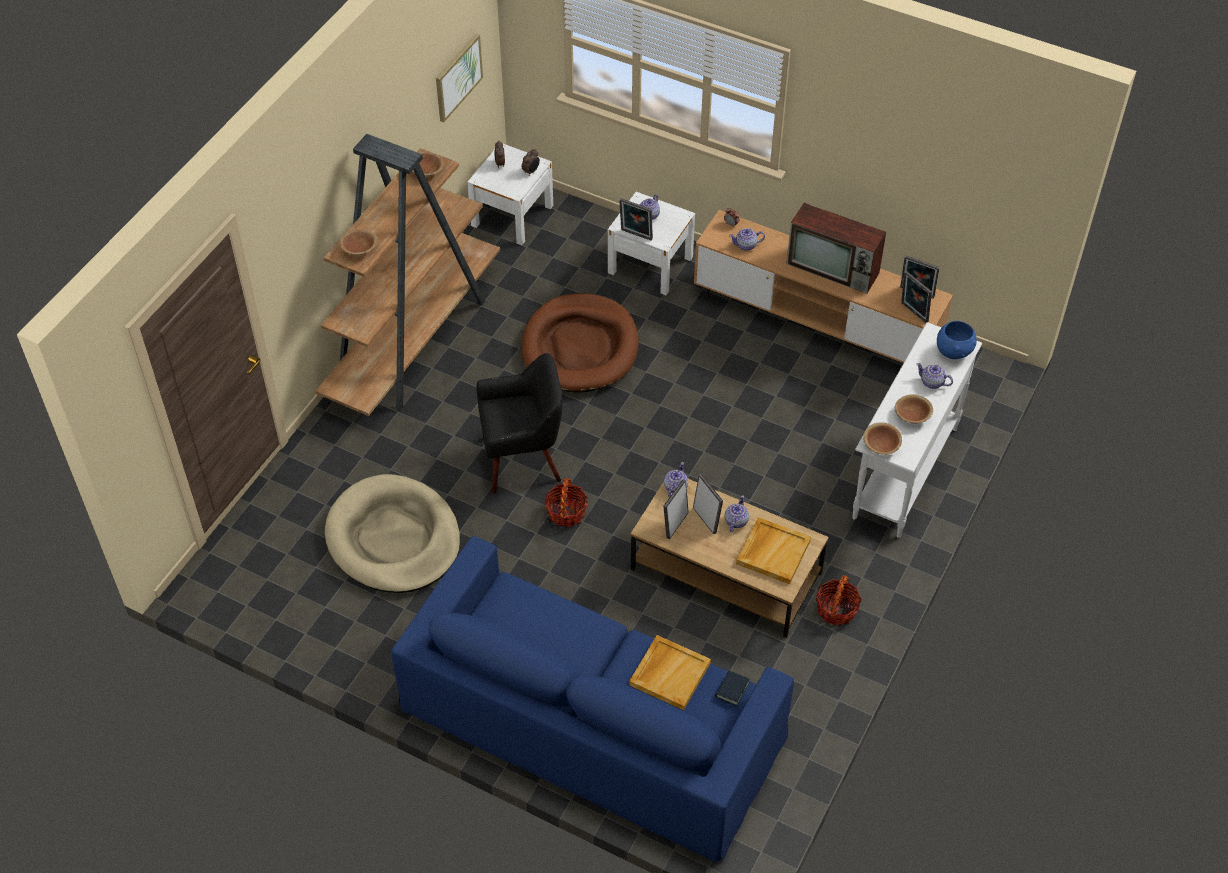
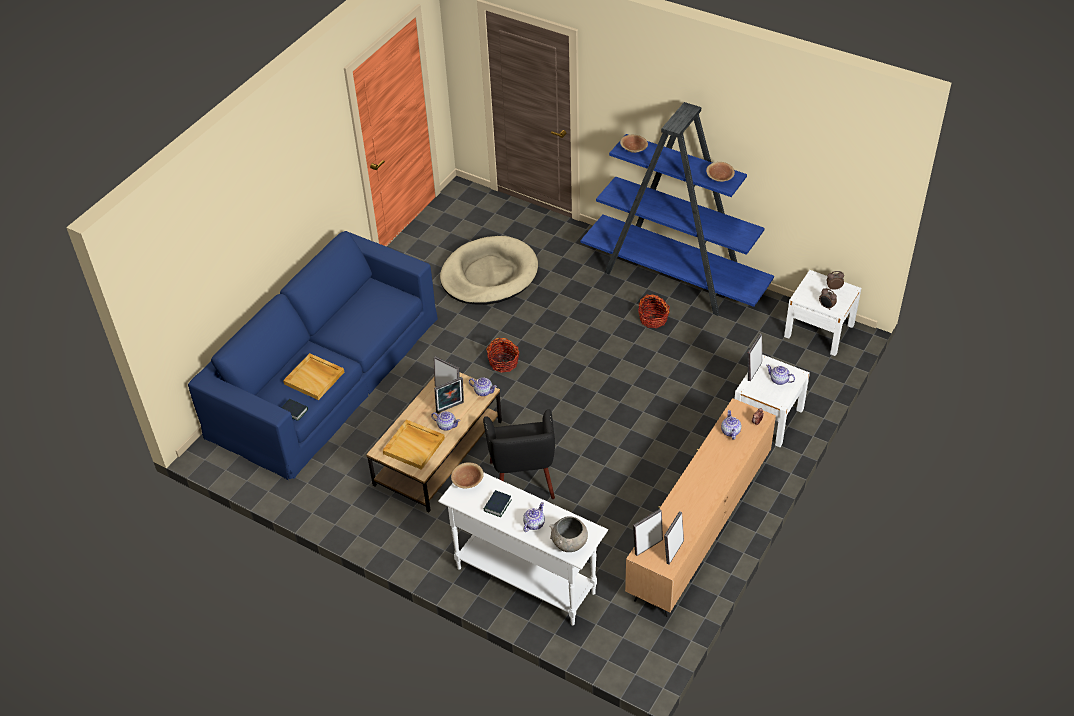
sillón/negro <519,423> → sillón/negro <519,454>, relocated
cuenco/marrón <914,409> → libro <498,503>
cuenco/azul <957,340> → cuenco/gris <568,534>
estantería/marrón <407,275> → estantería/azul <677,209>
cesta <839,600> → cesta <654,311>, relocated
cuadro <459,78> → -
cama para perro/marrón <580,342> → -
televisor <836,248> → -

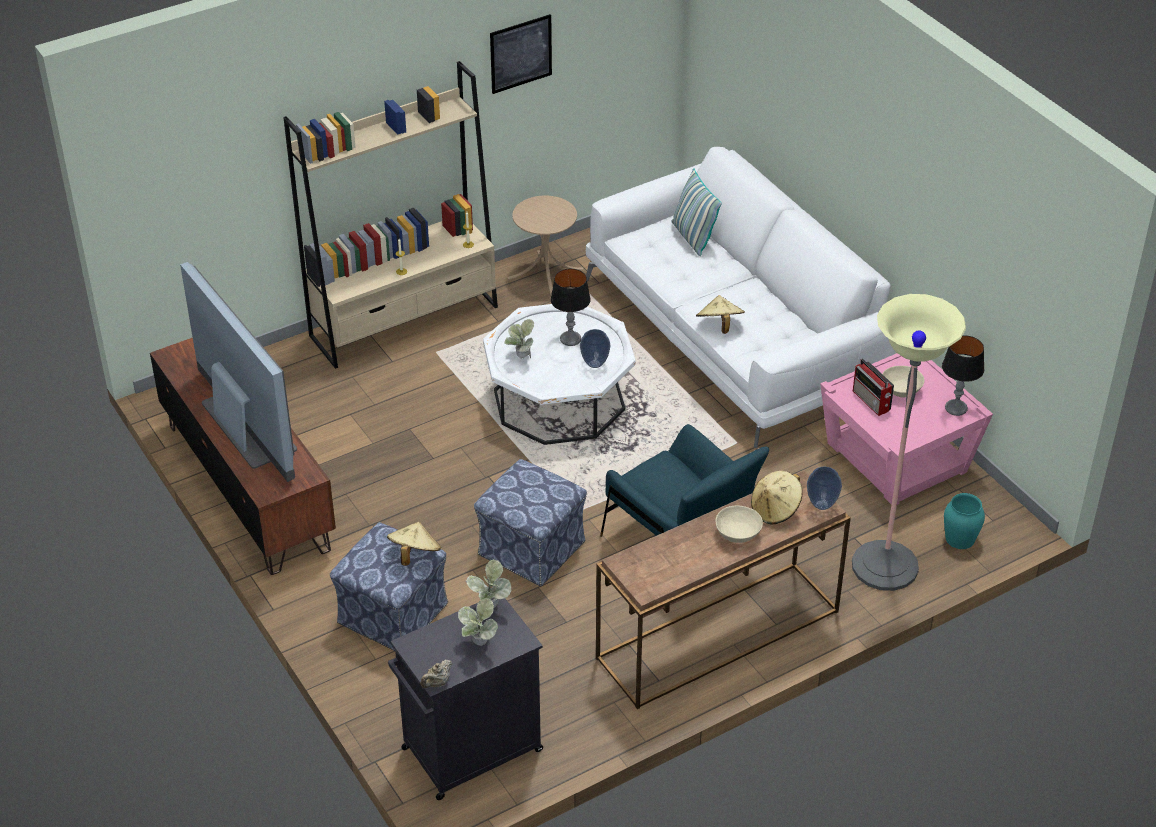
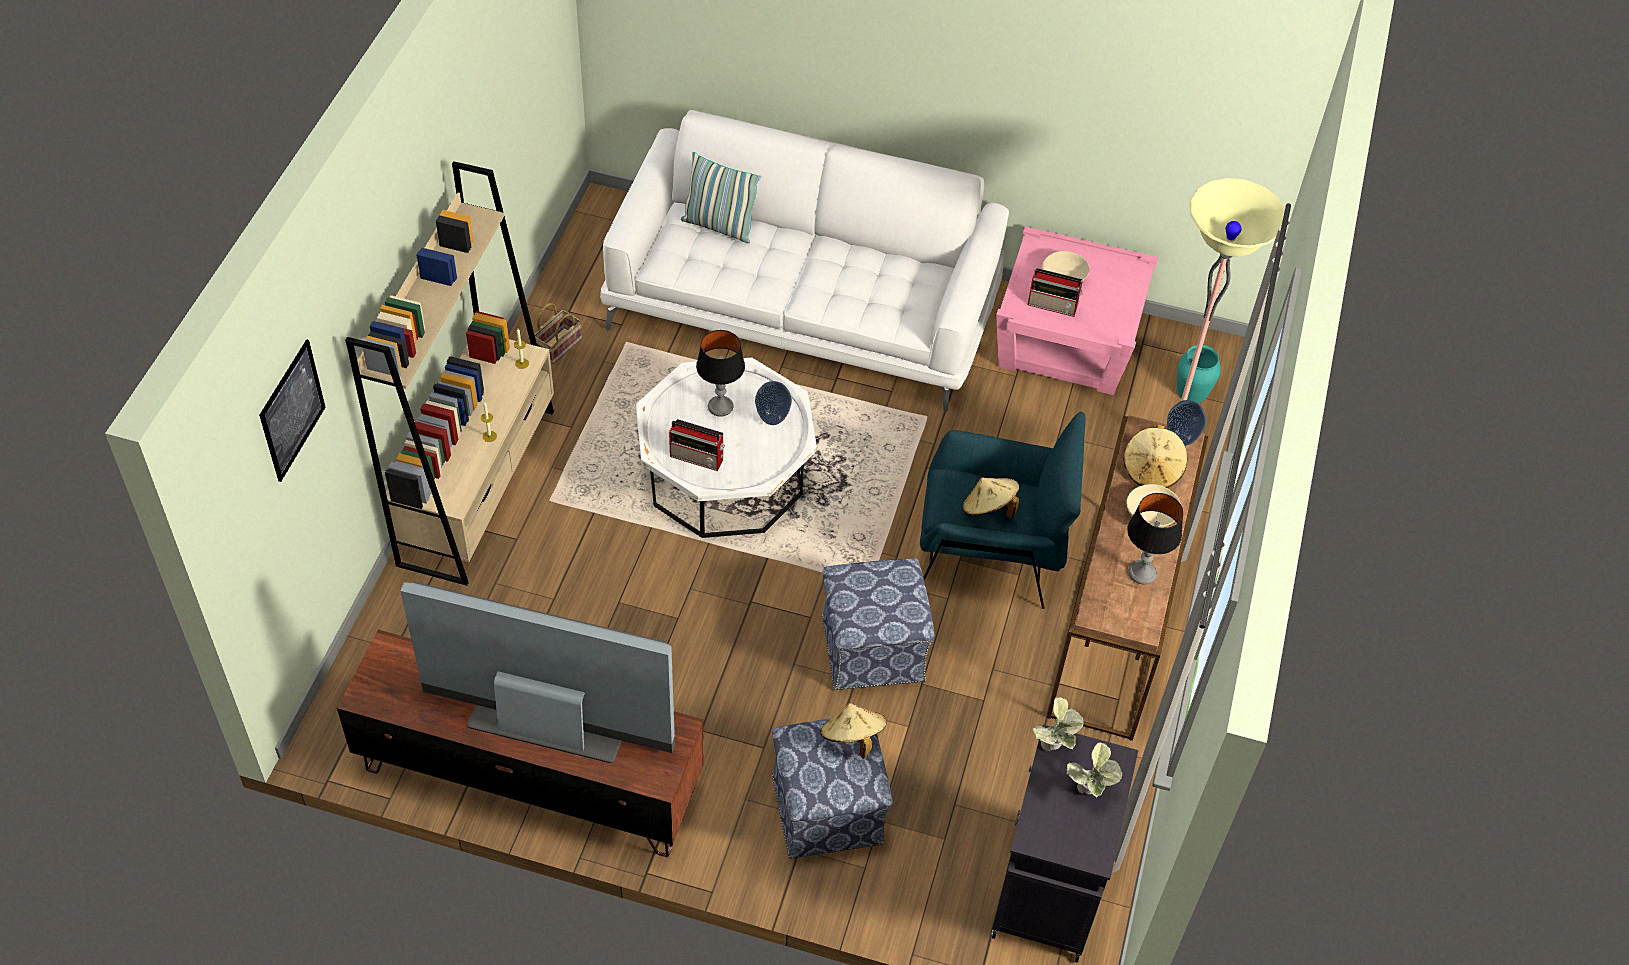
cuadro <521,54> → cuadro <292,410>, relocated
mesa auxiliar/beis <546,245> → cesta <558,333>
planta en maceta <519,339> → radio <697,445>
sombrero/beis <720,314> → sombrero/beis <991,498>, relocated
lámpara de mesa <963,375> → lámpara de mesa <1155,538>, relocated
tetera/beis <436,674> → -

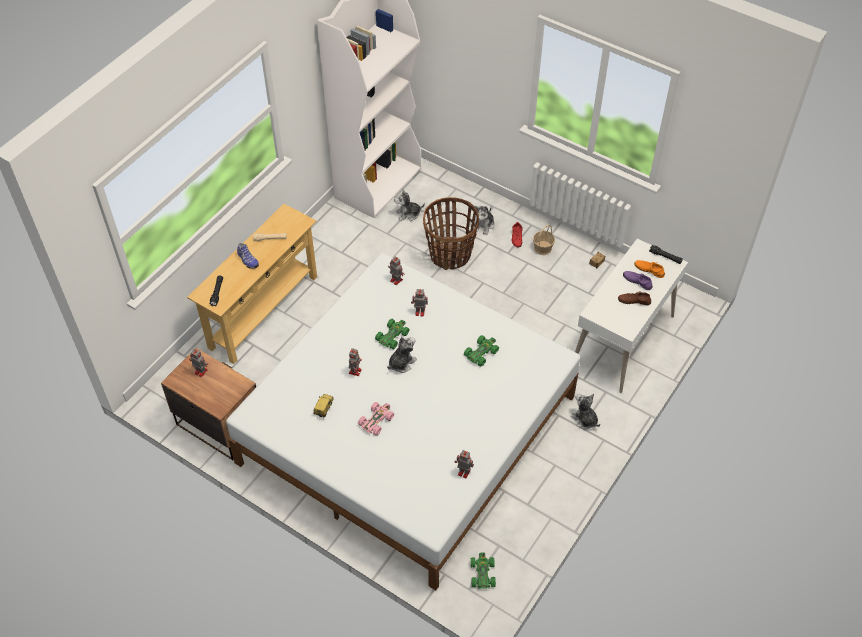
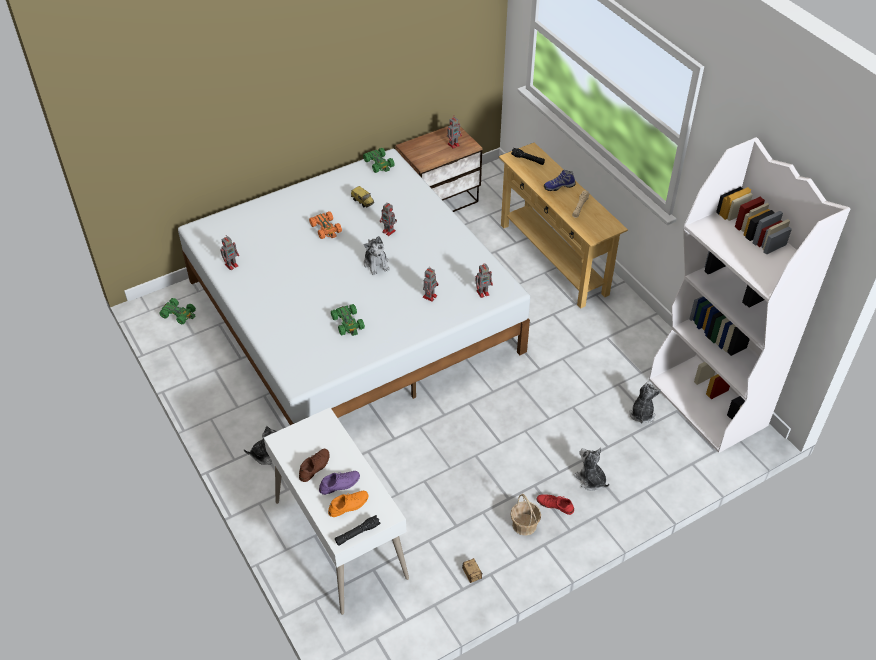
coche de juguete/rosa <376,418> → coche de juguete/naranja <325,225>
coche de juguete/verde <392,334> → coche de juguete/verde <379,160>, relocated
cesta <451,233> → -

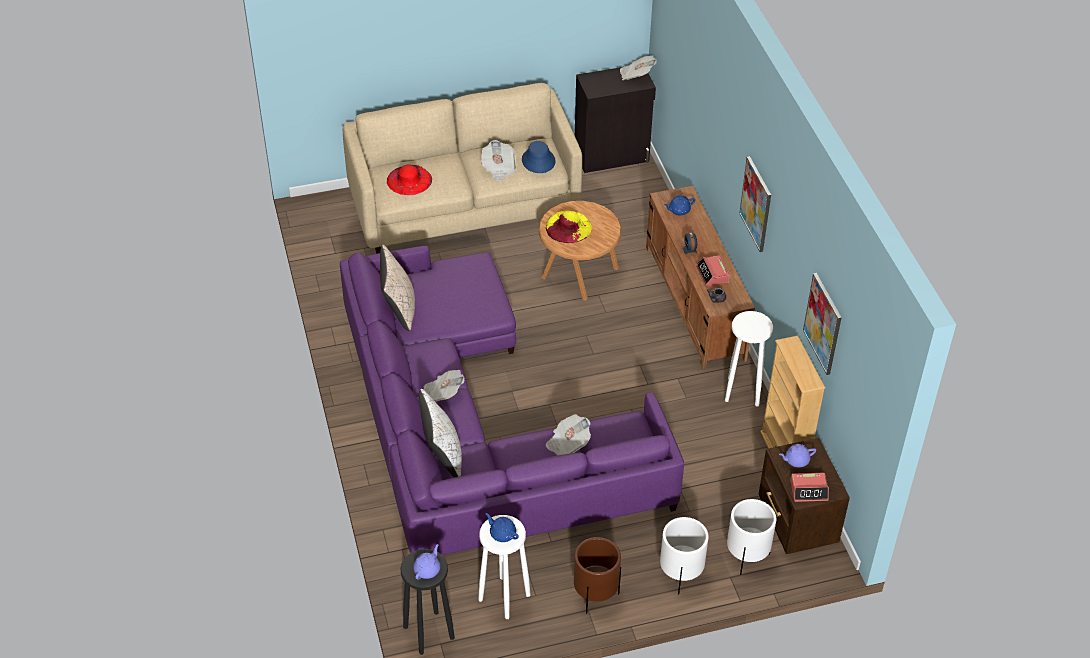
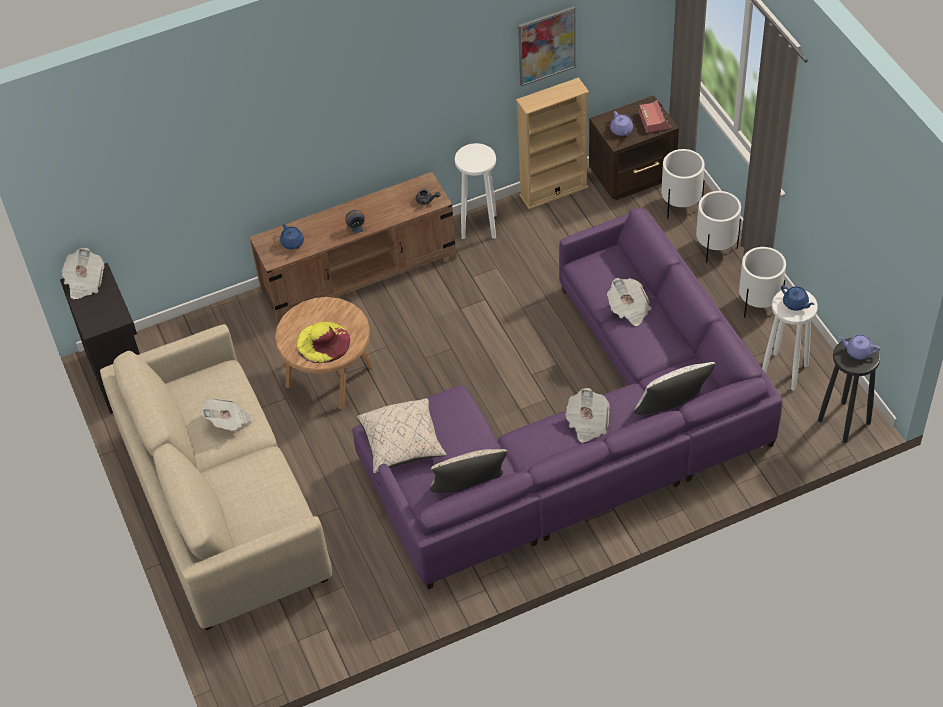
- → cojín/beis <402,436>
maceta/marrón <597,575> → maceta/blanco <762,282>
tetera/azul <502,527> → tetera/azul <798,298>, 75 degrees counterclockwise
sombrero/rojo <409,179> → -
sombrero/azul <539,157> → -
despertador <713,270> → -
cuadro <755,204> → -

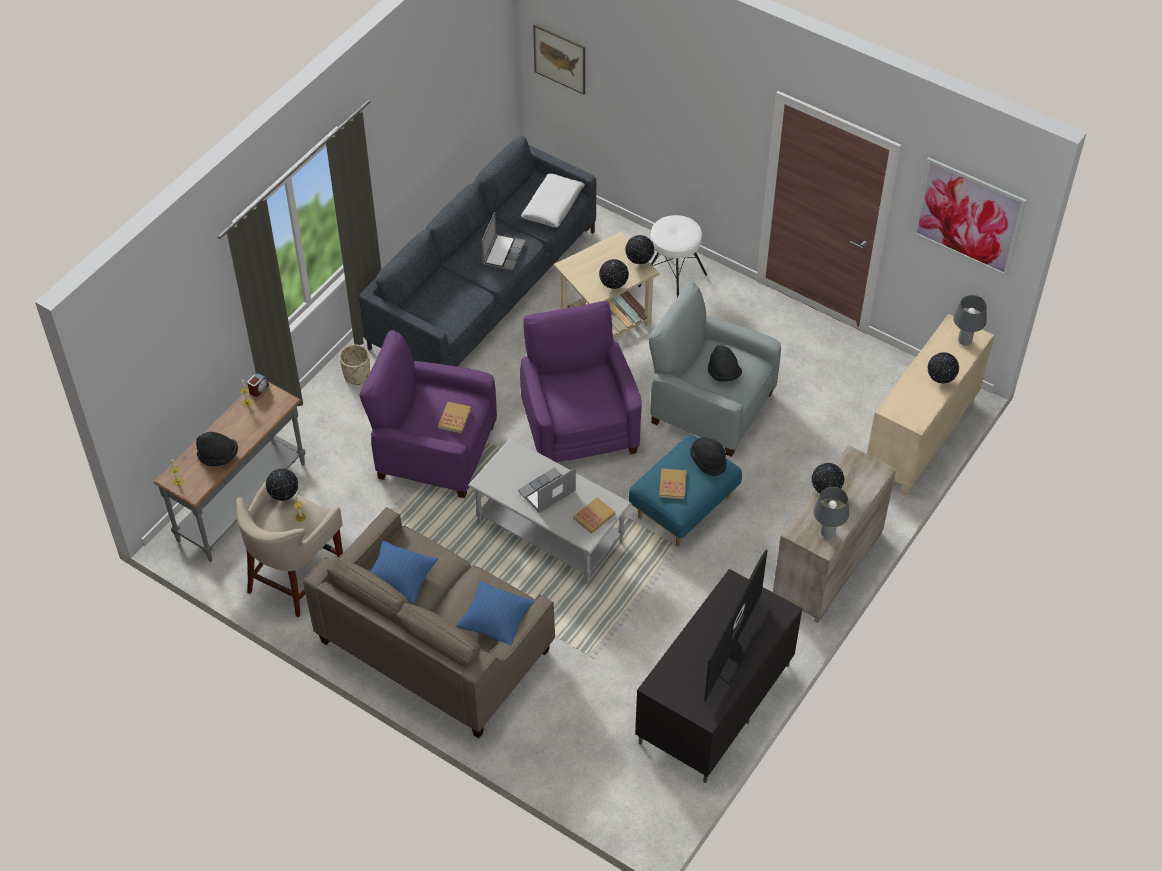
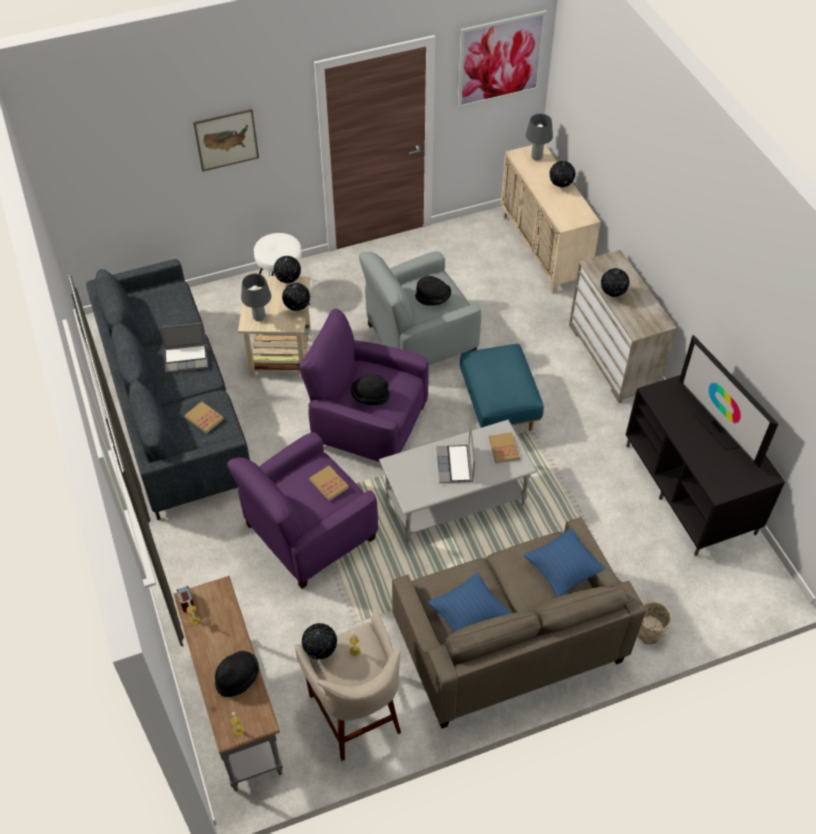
portátil <503,241> → portátil <183,348>, 120 degrees clockwise
libro <673,484> → libro <204,417>, relocated
cuadro <559,59> → cuadro <226,140>, relocated
lámpara de mesa/gris <831,512> → lámpara de mesa/gris <256,298>, relocated
sombrero/negro <708,456> → sombrero/negro <370,389>, relocated
maceta/beis <354,364> → maceta/beis <654,622>, relocated
cojín/blanco <553,200> → -

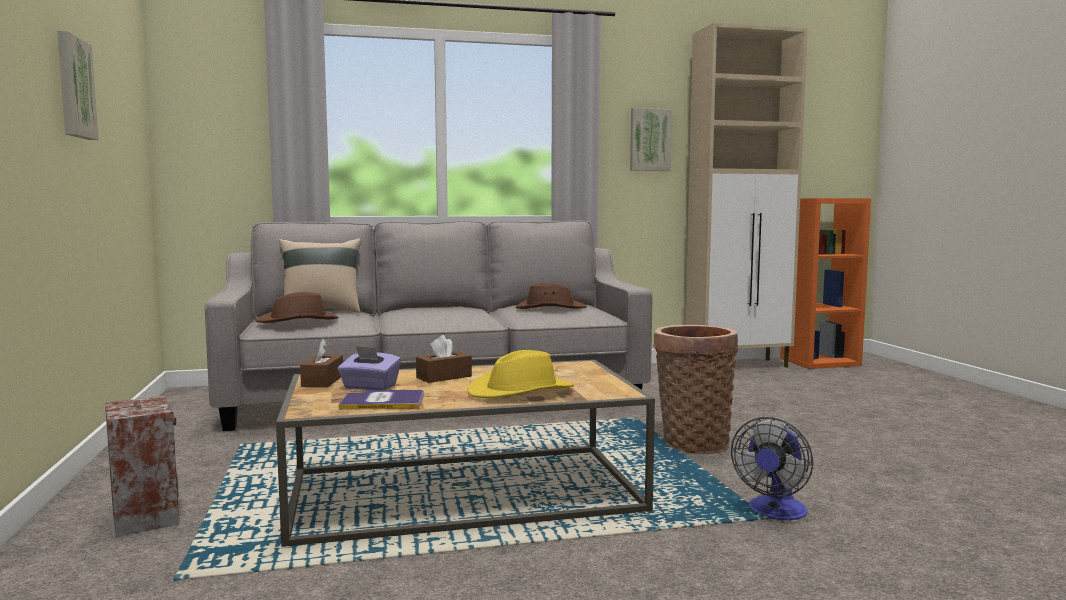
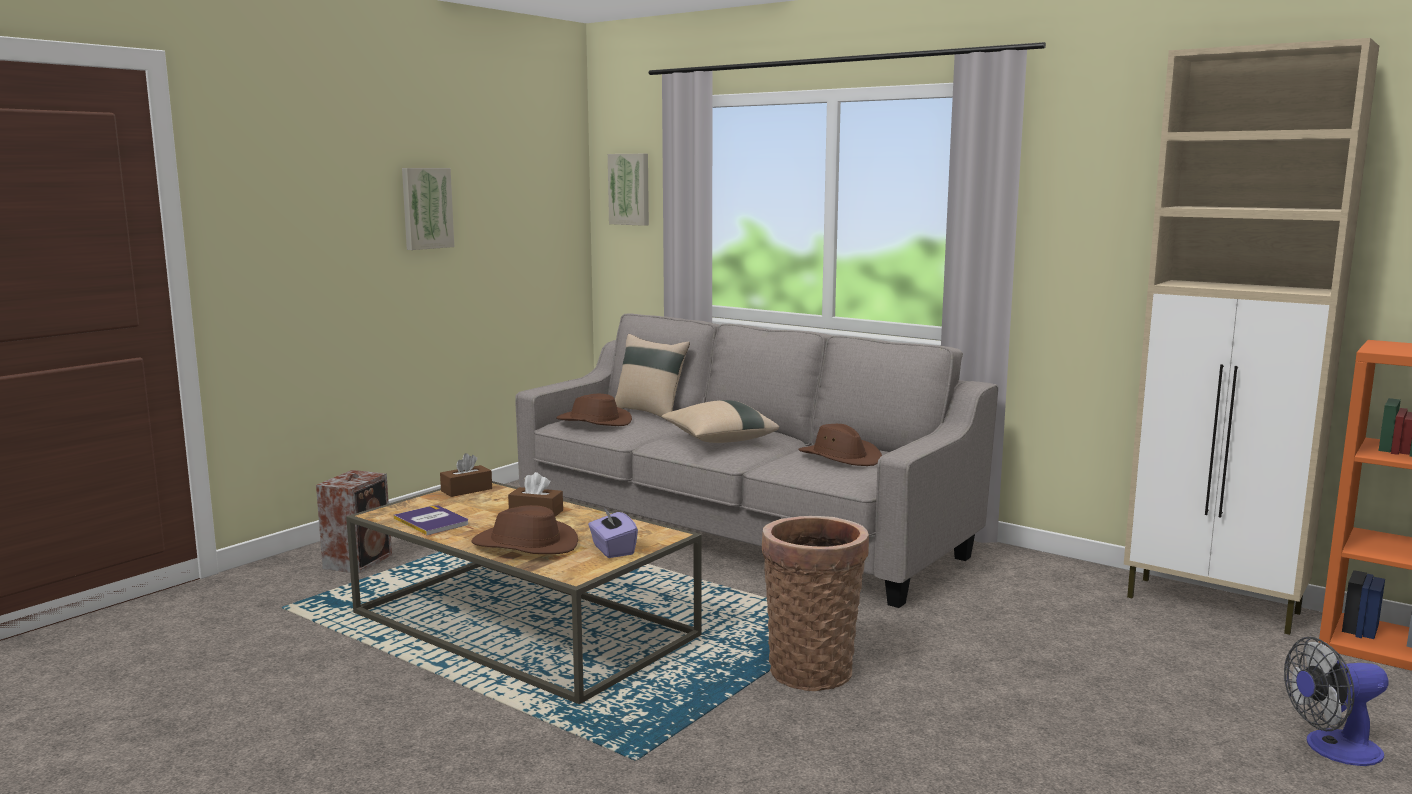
sombrero/amarillo <520,374> → sombrero/marrón <524,529>
caja de pañuelos/morado <369,368> → caja de pañuelos/morado <613,532>, relocated
cuadro <651,139> → cuadro <628,190>, relocated
- → cojín/beis <720,421>
ventilador <772,468> → ventilador <1336,701>, relocated

